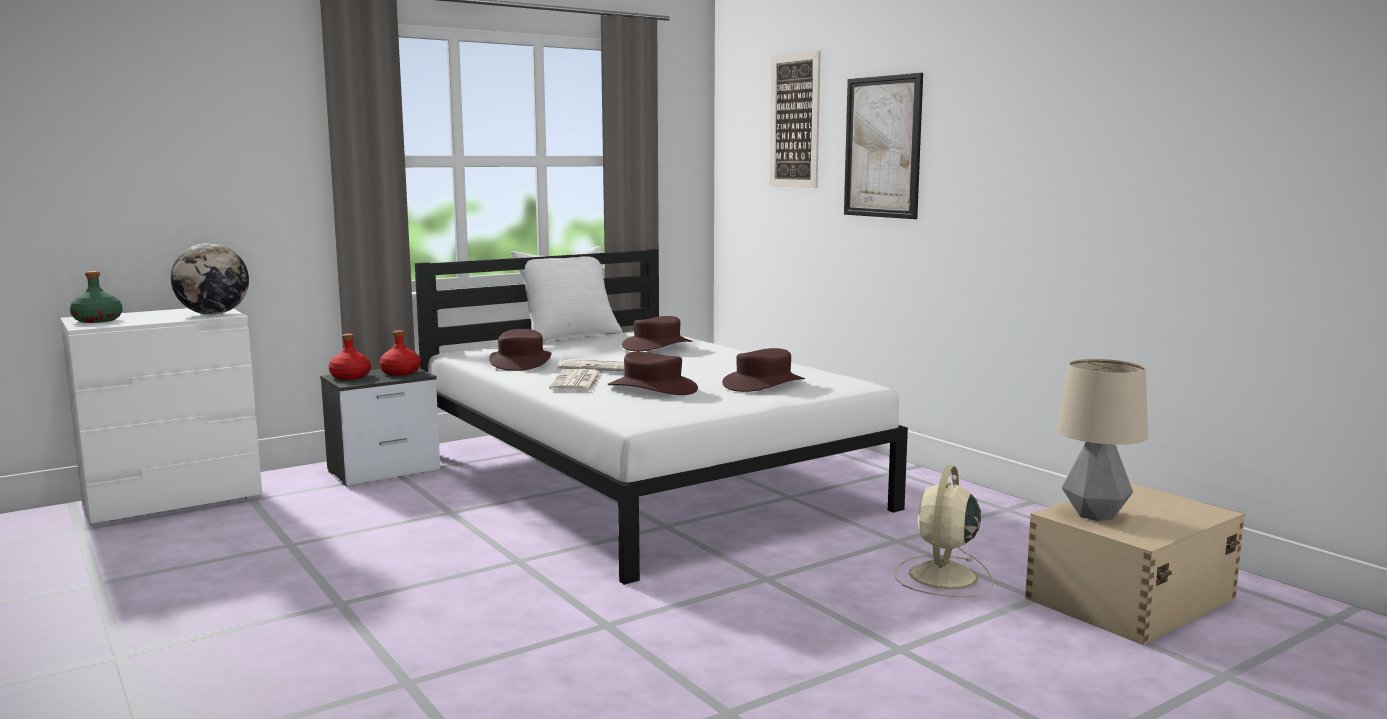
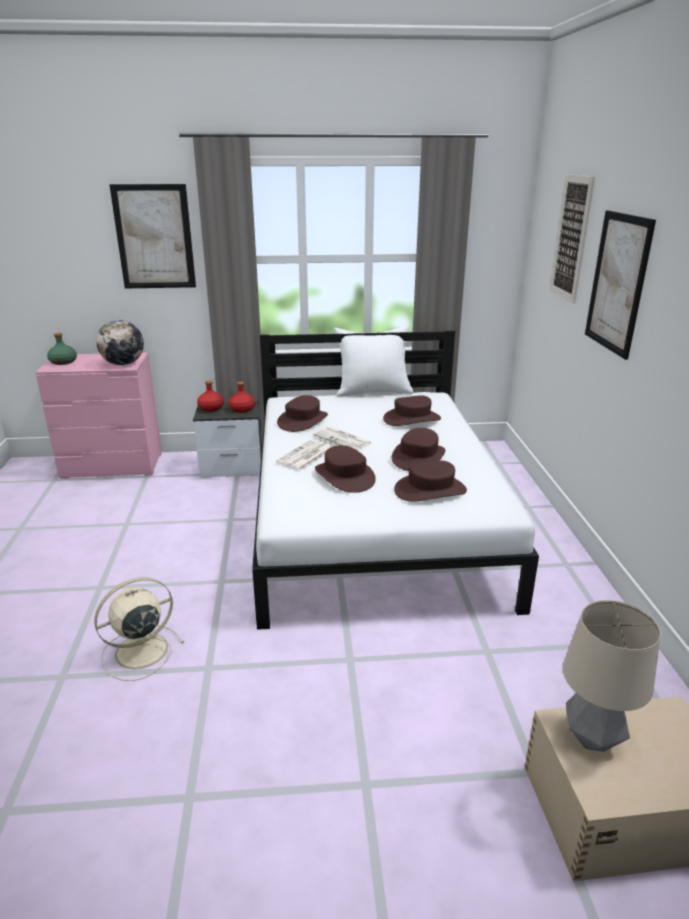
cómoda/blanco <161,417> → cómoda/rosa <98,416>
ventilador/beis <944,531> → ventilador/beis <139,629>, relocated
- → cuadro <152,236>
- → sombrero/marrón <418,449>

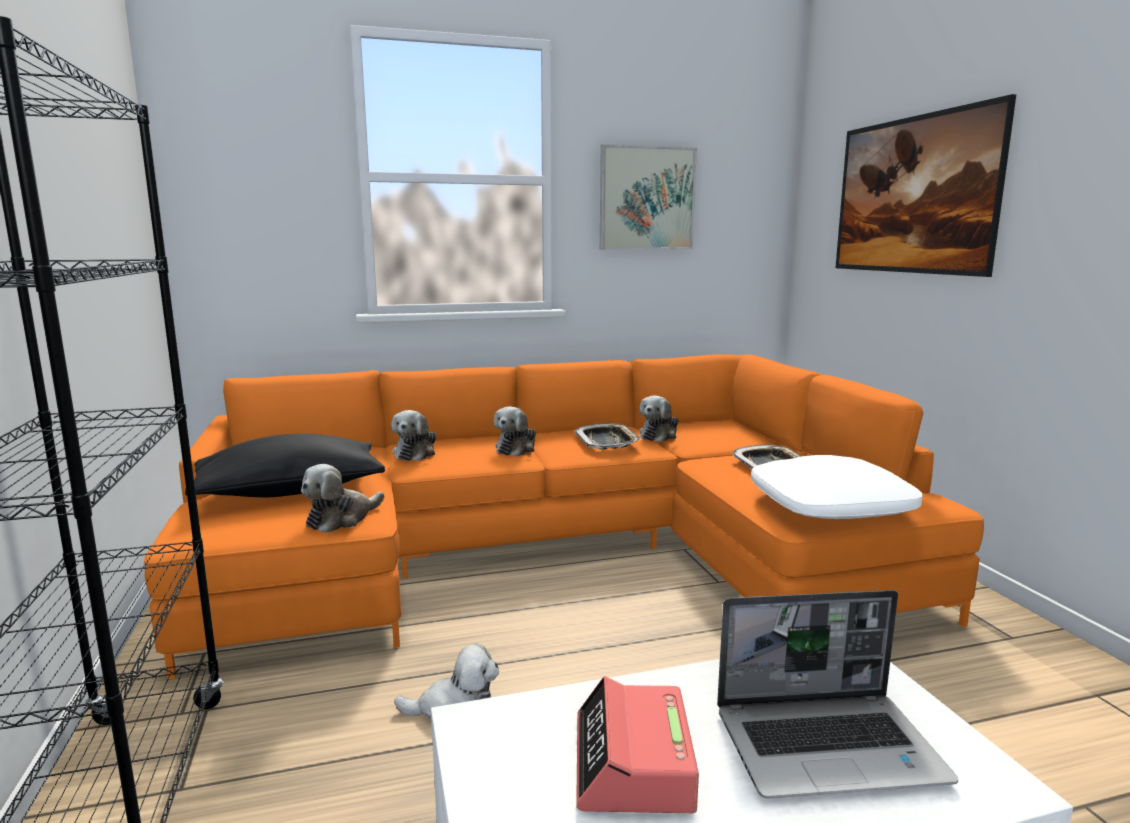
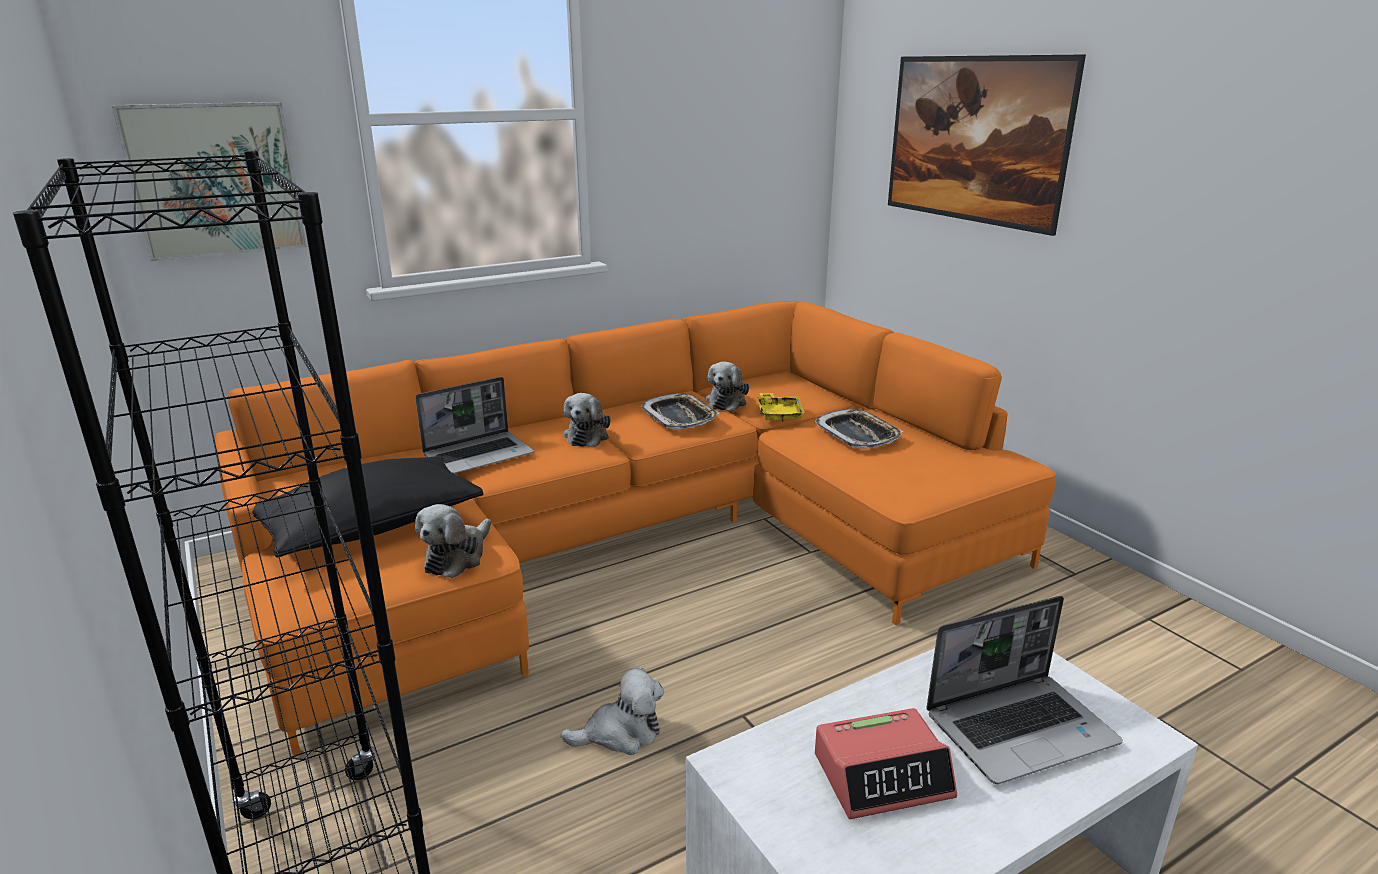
cuadro <648,196> → cuadro <209,182>, relocated
peluche <413,435> → portátil <474,425>
- → bandeja/amarillo <781,407>
despertador <637,744> → despertador <886,763>, 90 degrees counterclockwise
cojín/blanco <836,487> → -

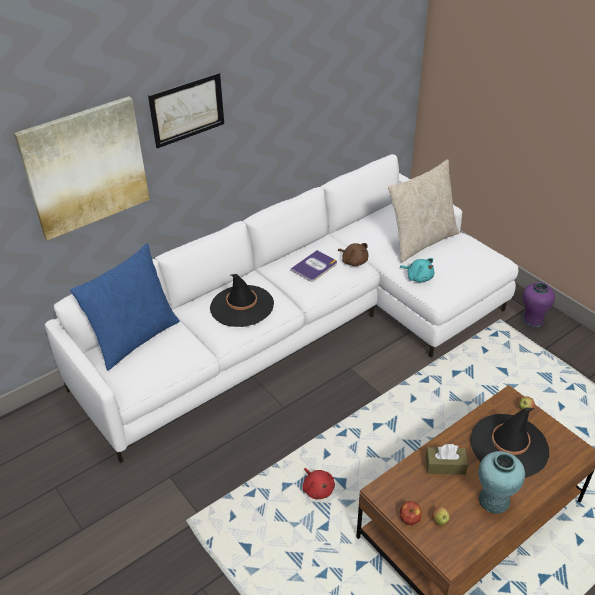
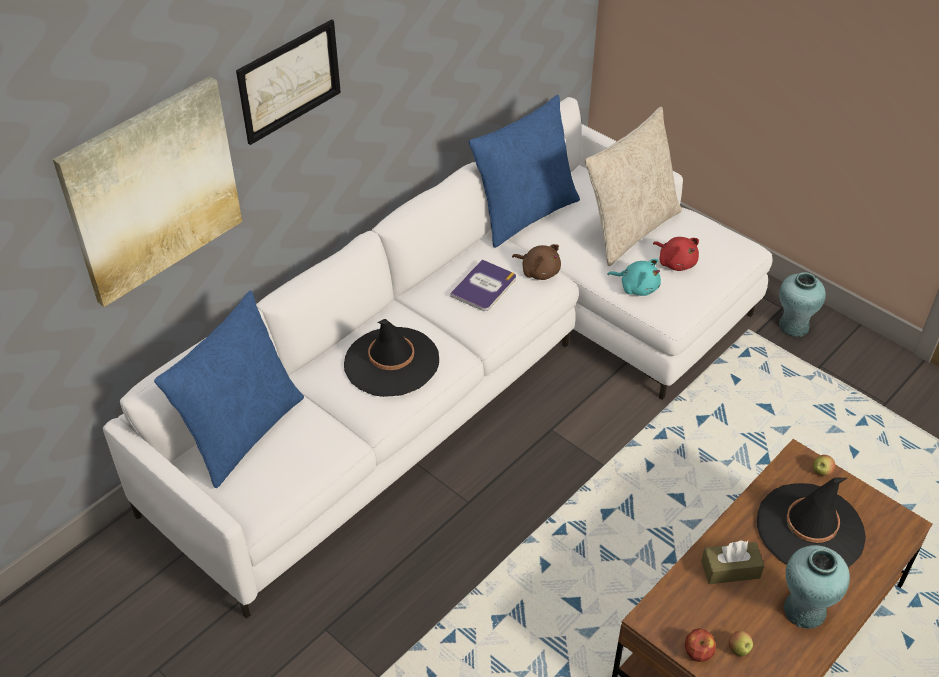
- → cojín/azul <524,171>
peluche/rojo <318,484> → peluche/rojo <676,254>, relocated
florero/morado <538,305> → florero/turquesa <802,304>

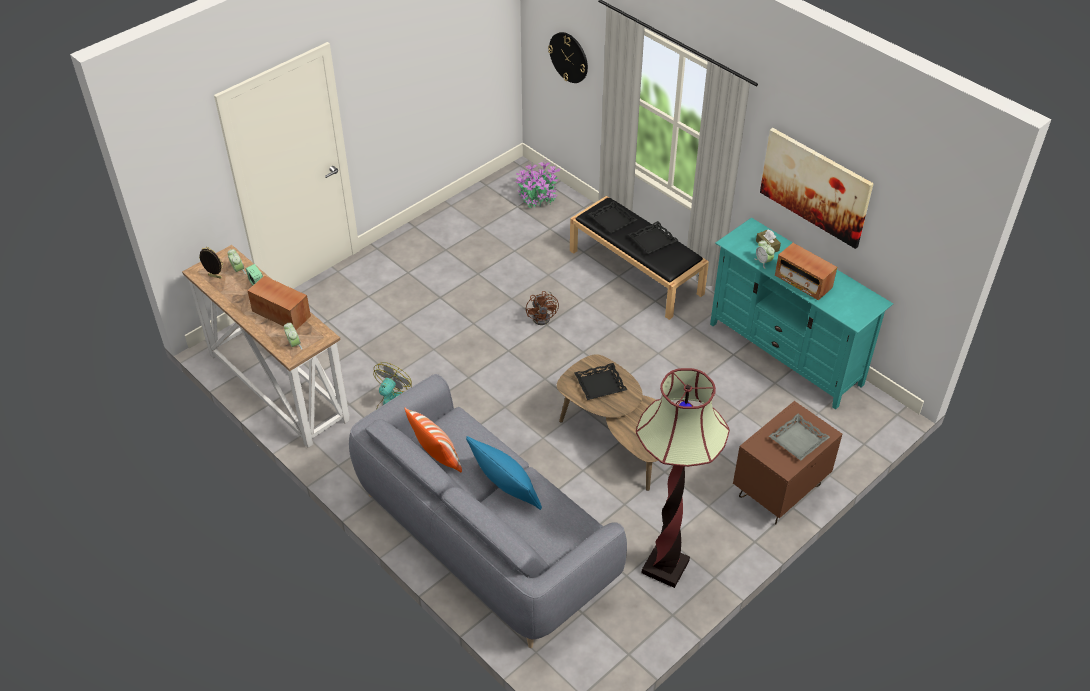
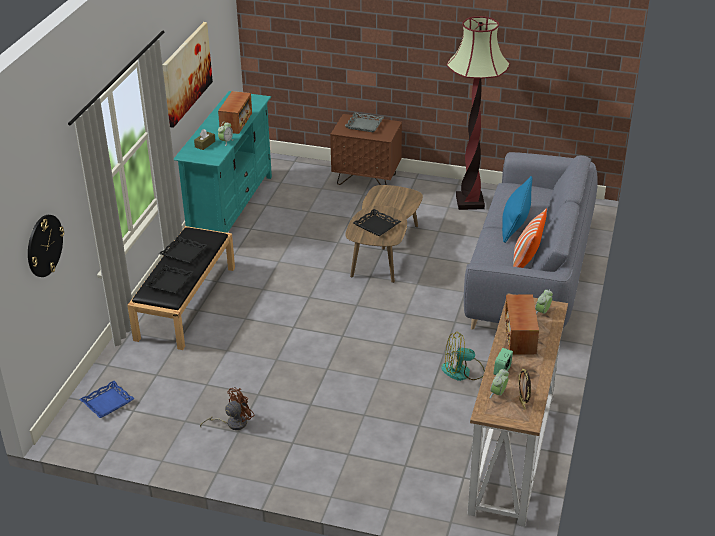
planta en maceta <538,184> → bandeja/azul <107,399>
ventilador/marrón <542,308> → ventilador/marrón <227,408>, relocated

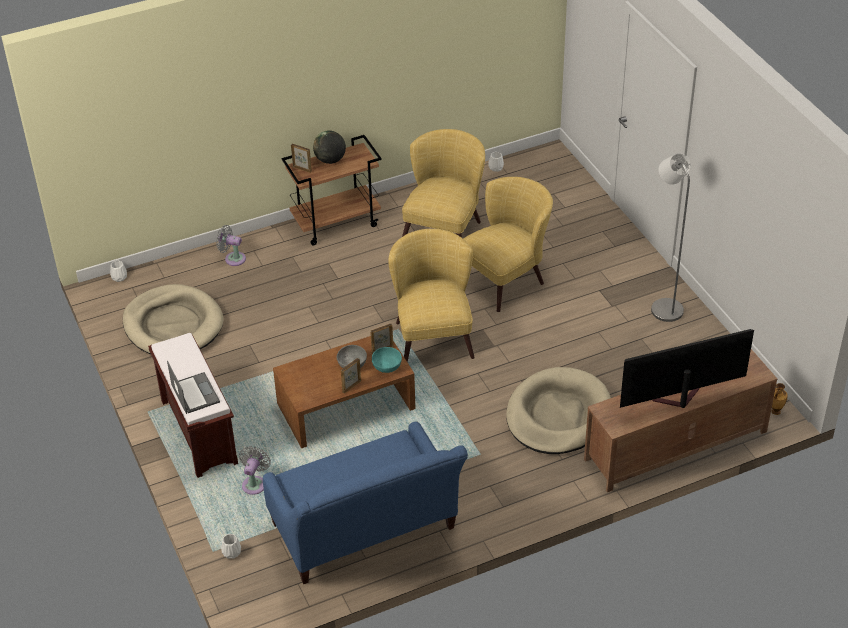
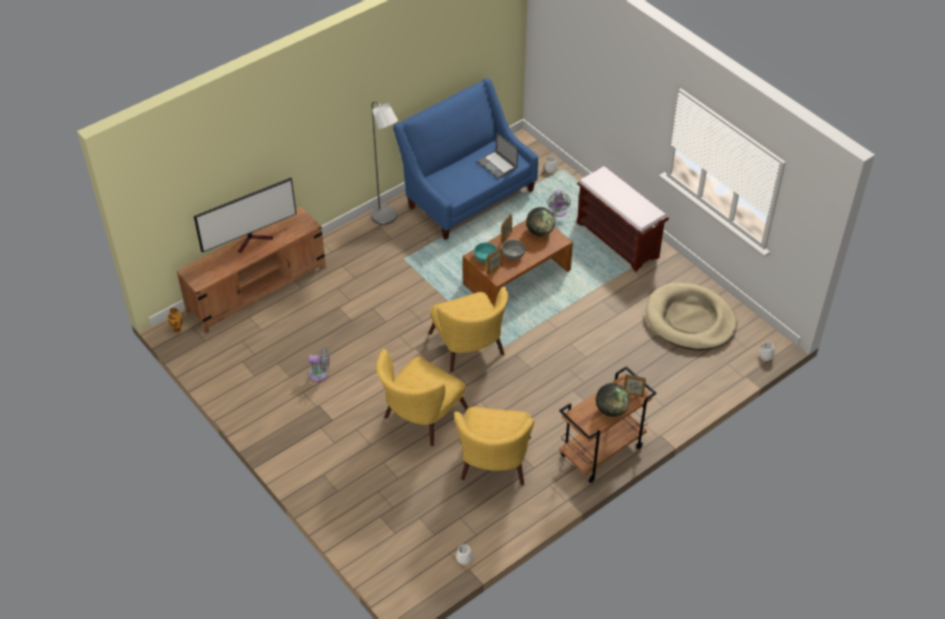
ventilador/gris <231,245> → ventilador/gris <319,364>, relocated
lámpara de pie/gris <671,237> → lámpara de pie/gris <384,163>, relocated
portátil <193,387> → portátil <497,156>, relocated
- → globo terráqueo <540,221>
cama para perro/beis <558,410> → -

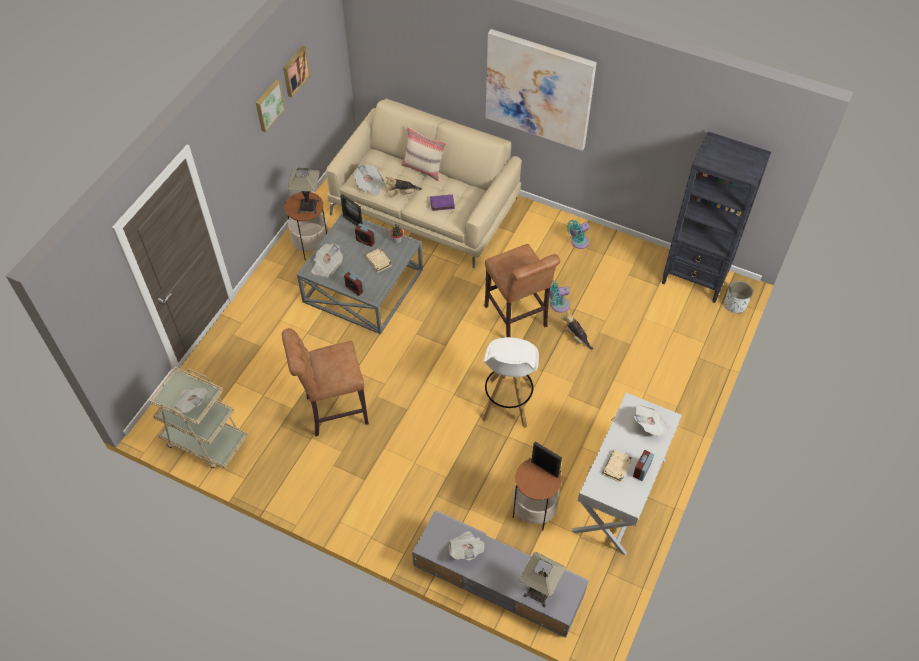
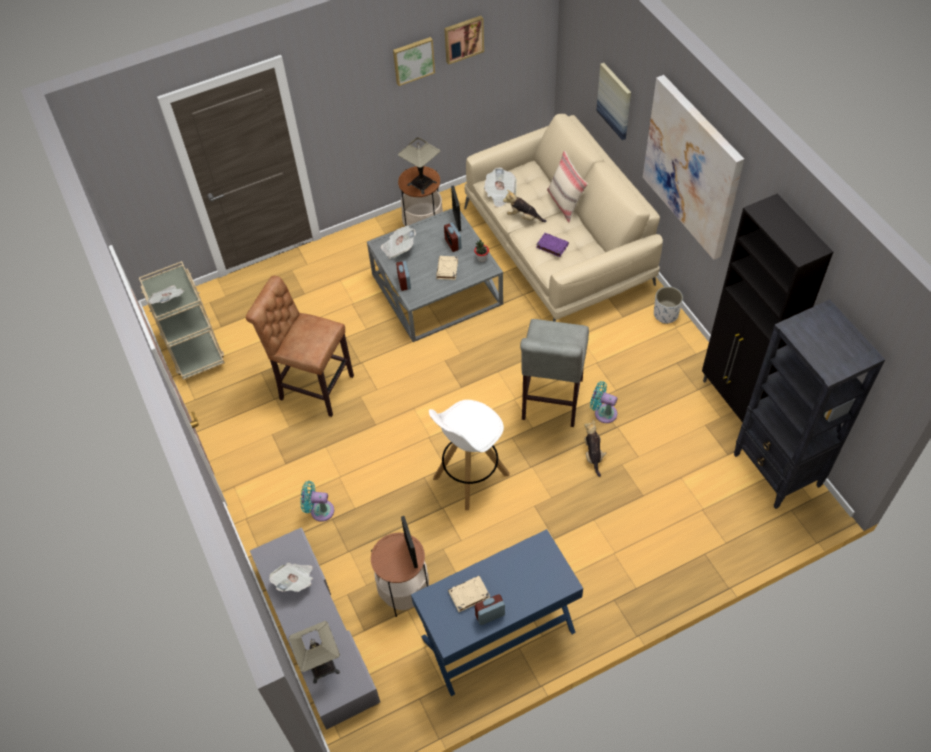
ventilador/turquesa <578,234> → ventilador/turquesa <317,501>, relocated
mesa consola/blanco <627,474> → mesa consola/azul <497,612>
taburete/marrón <522,290> → taburete/gris <554,373>
- → cuadro <613,101>
maceta/blanco <738,297> → maceta/blanco <668,305>, relocated
- → armario/negro <767,308>
periódico <652,420> → -

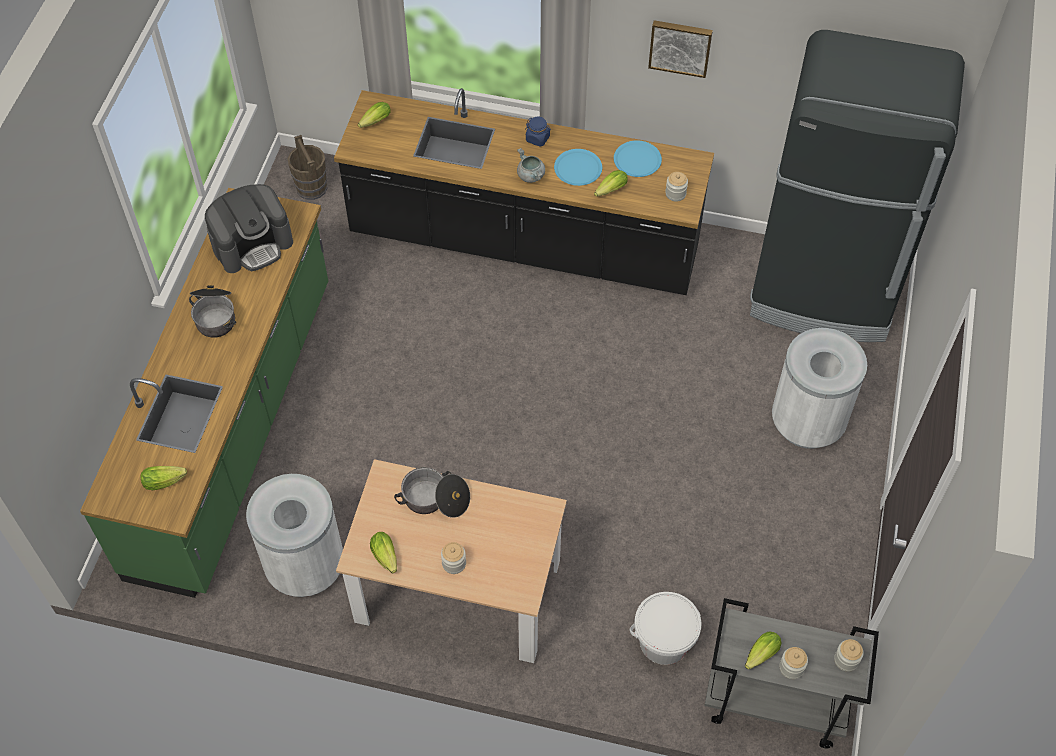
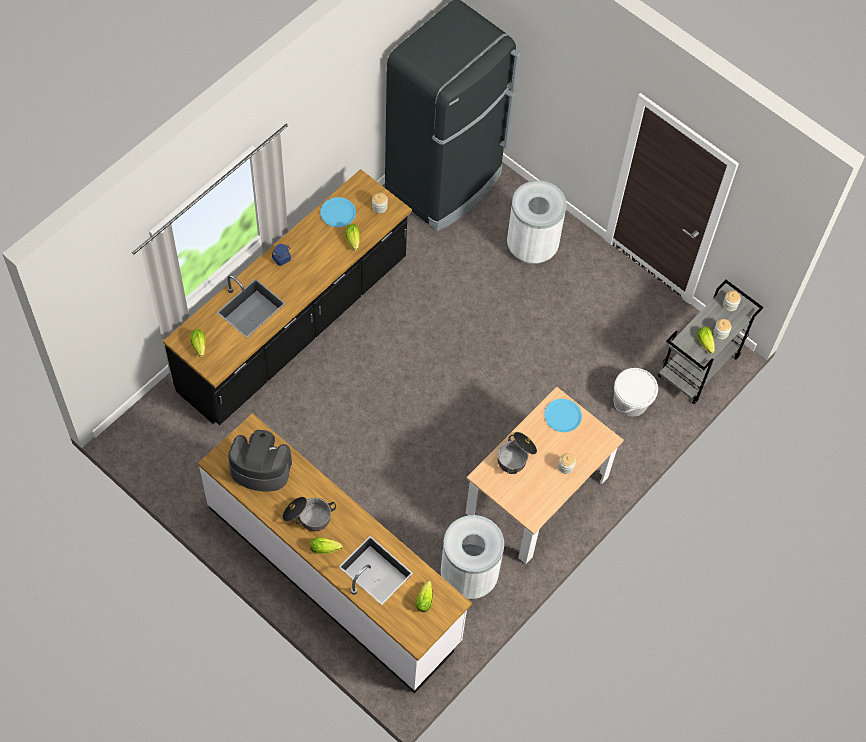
mueble bajo de cocina/verde <204,393> → mueble bajo de cocina/blanco <335,553>
cafetera <249,228> → cafetera <260,461>, 75 degrees counterclockwise
lechuga <383,552> → lechuga <326,545>, relocated
plato/azul <578,167> → plato/azul <563,415>, relocated
cubo/marrón <307,167> → -
olla/gris <531,165> → -
cuadro <680,49> → -

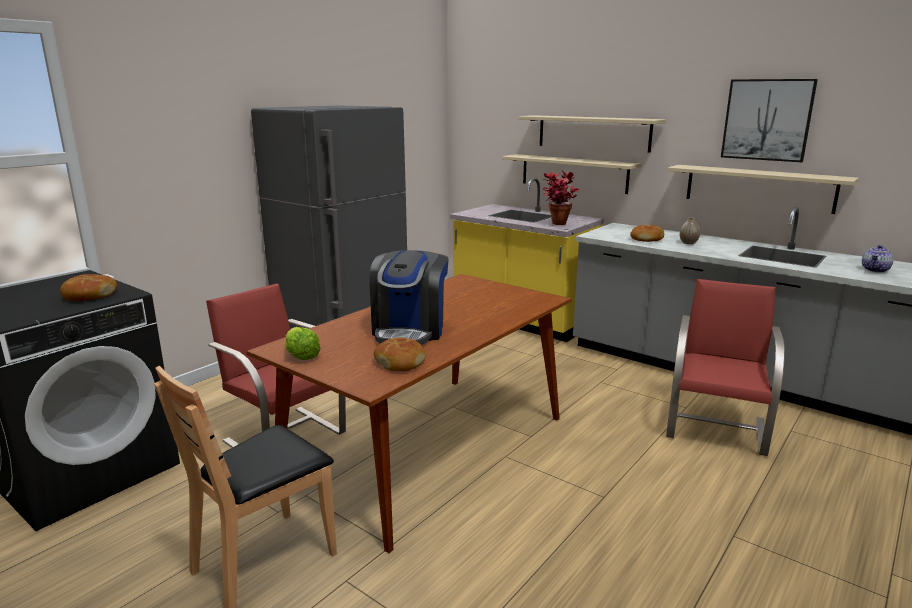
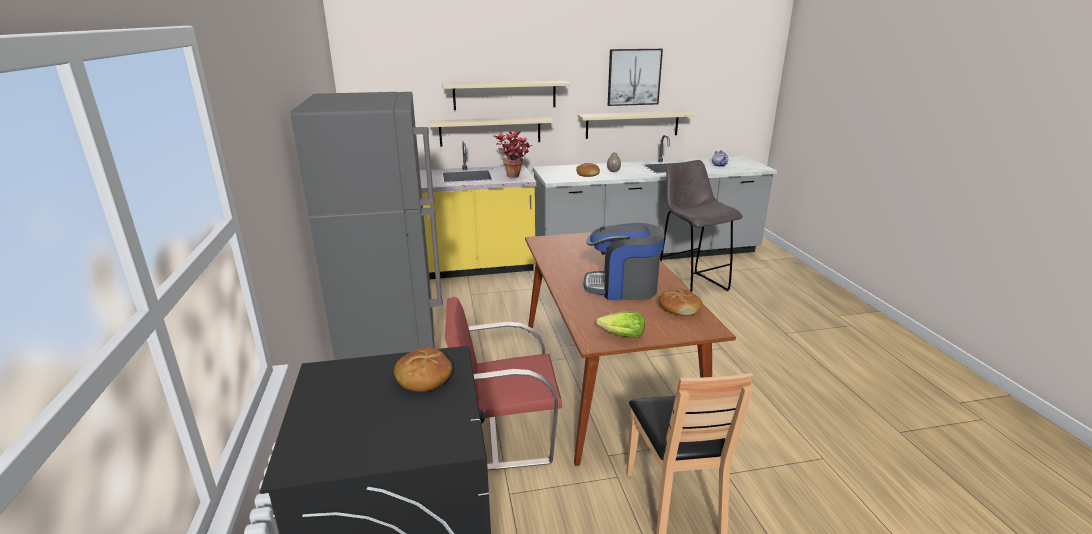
cafetera <409,297> → cafetera <624,262>, 135 degrees clockwise
silla/rojo <725,367> → taburete/gris <701,226>

